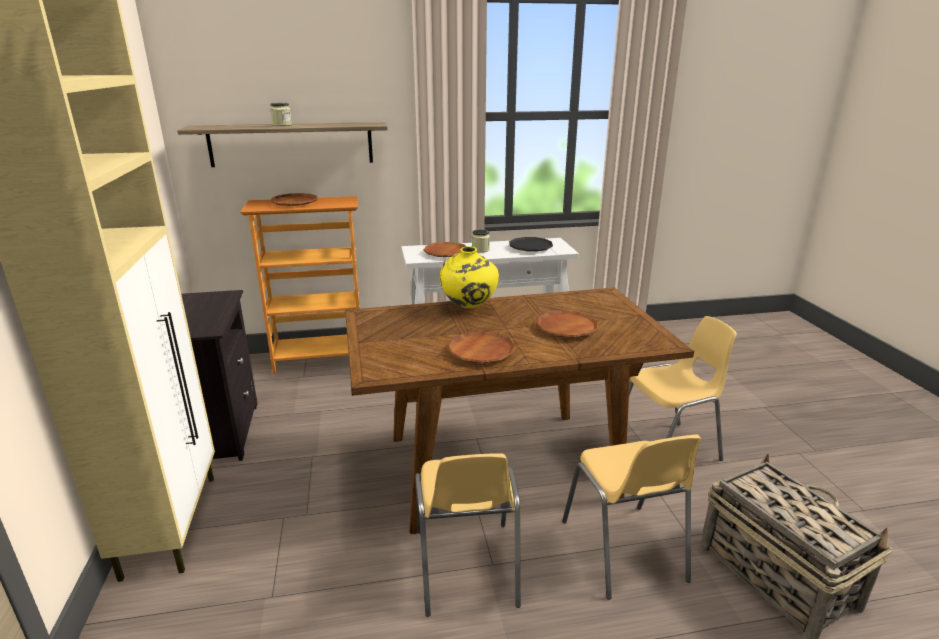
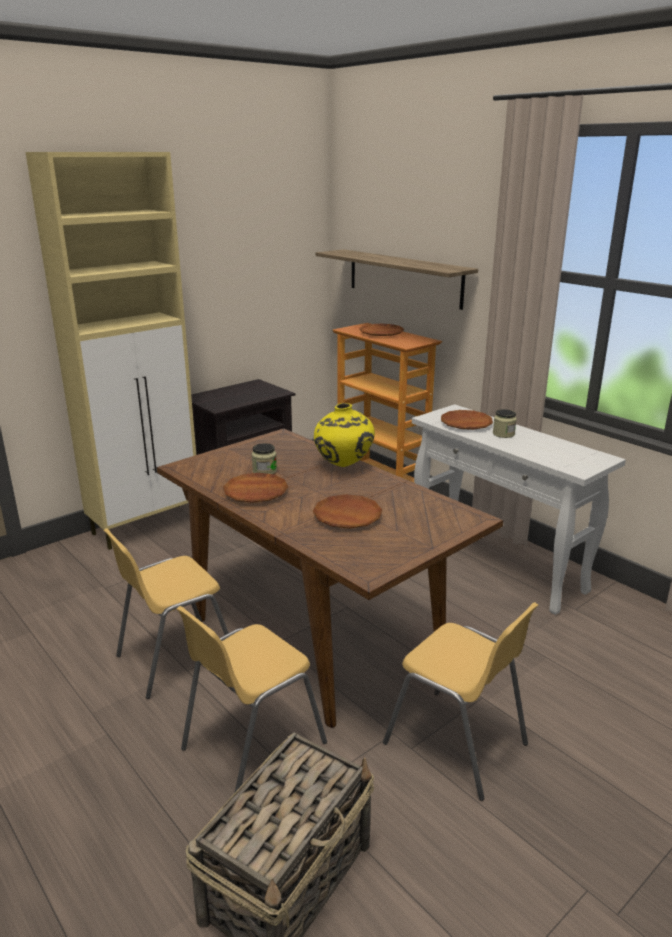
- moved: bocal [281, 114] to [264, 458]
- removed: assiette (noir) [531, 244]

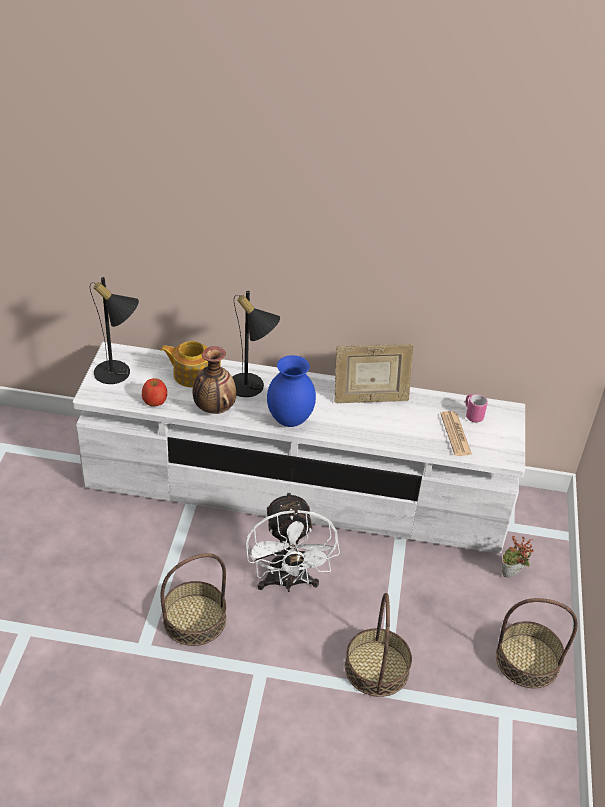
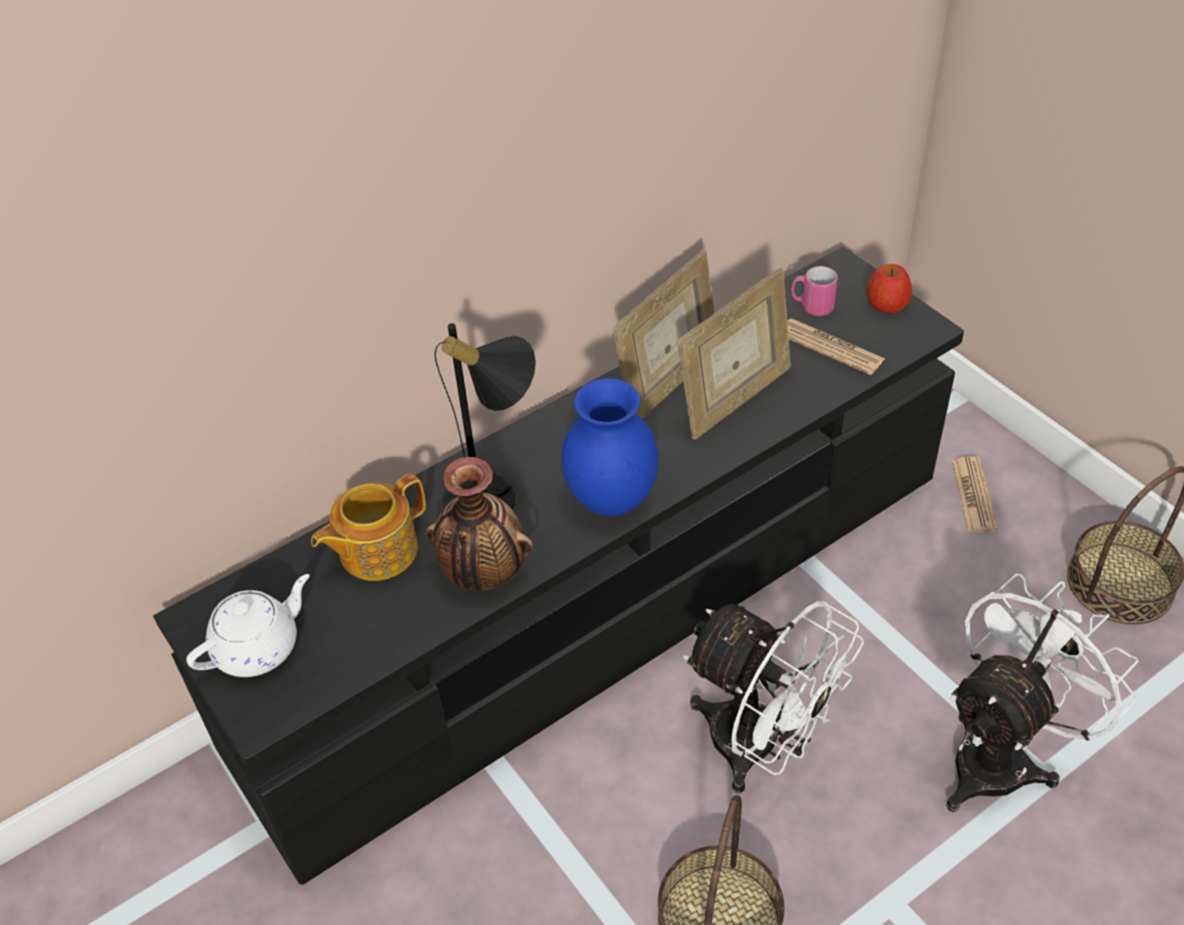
- recoloured: meuble télé (blanc) [299, 448] to meuble télé (noir) [558, 565]
- replaced: lampe de table (noir) [114, 330] to théière (blanc) [248, 625]
- added: cadre photo [734, 353]
- moved: pomme [154, 392] to [889, 289]
- replaced: panier [378, 645] to ventilateur (blanc) [1042, 693]
- replaced: plante en pot [518, 557] to journal [975, 494]

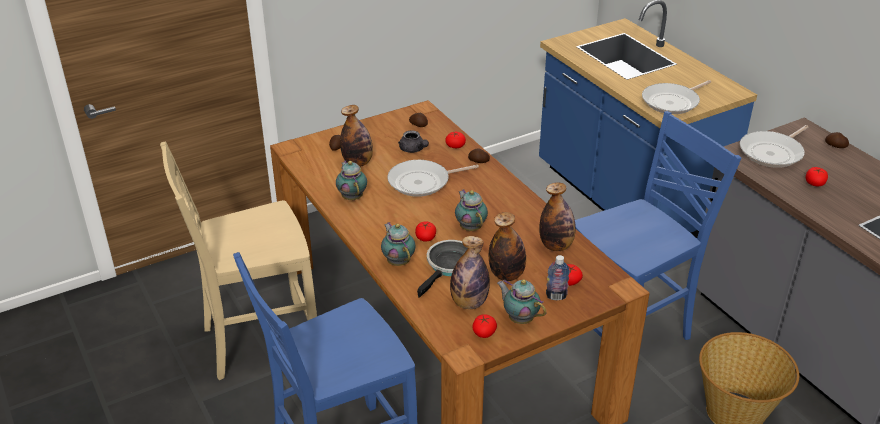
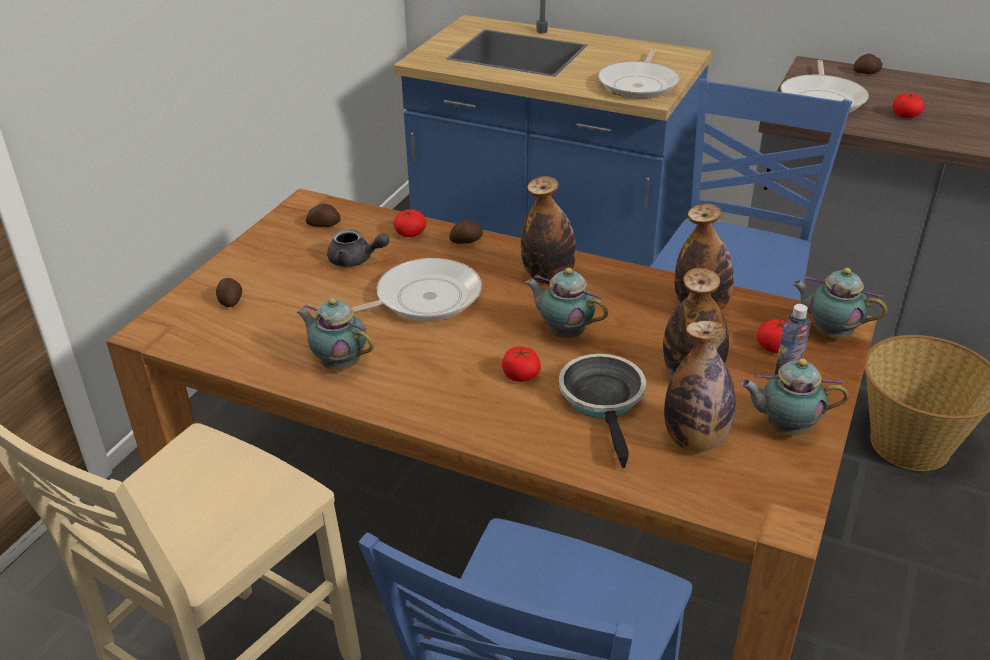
- turned: poêle [433, 178] = [417, 289] 150 degrees counterclockwise
- moved: bouteille [356, 136] to [548, 230]
- moved: théière [398, 244] to [839, 303]
- removed: tomate [484, 326]

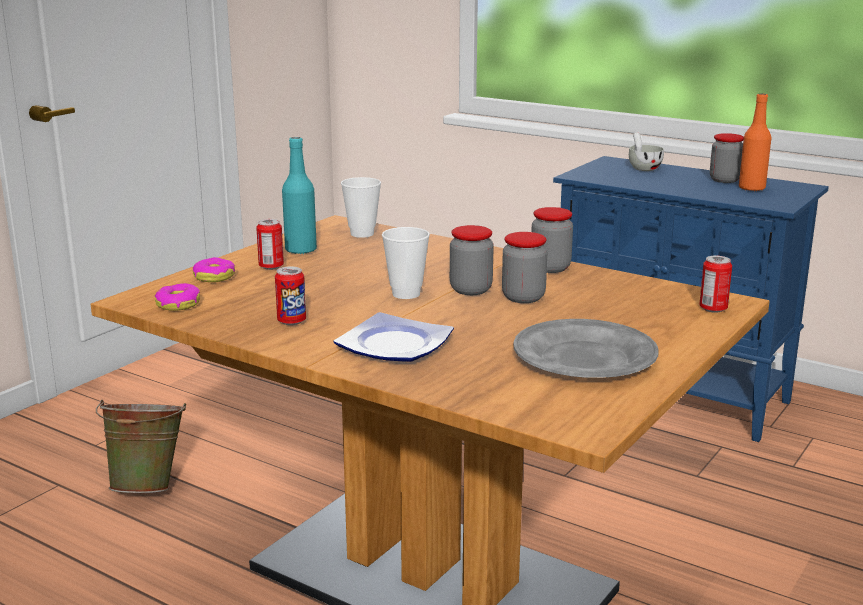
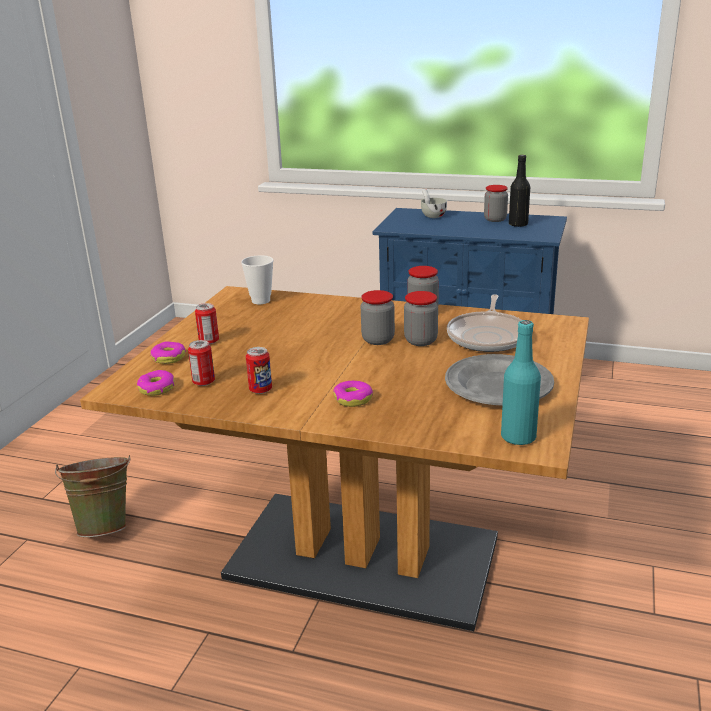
- moved: boîte métallique [715, 284] to [201, 363]
- replaced: assiette [394, 337] to beignet [353, 394]
- added: poêle [484, 323]
- moved: bouteille (turquoise) [299, 195] to [521, 382]
- recoloured: bouteille (orange) [755, 142] to bouteille (noir) [519, 191]
- removed: tasse [406, 263]

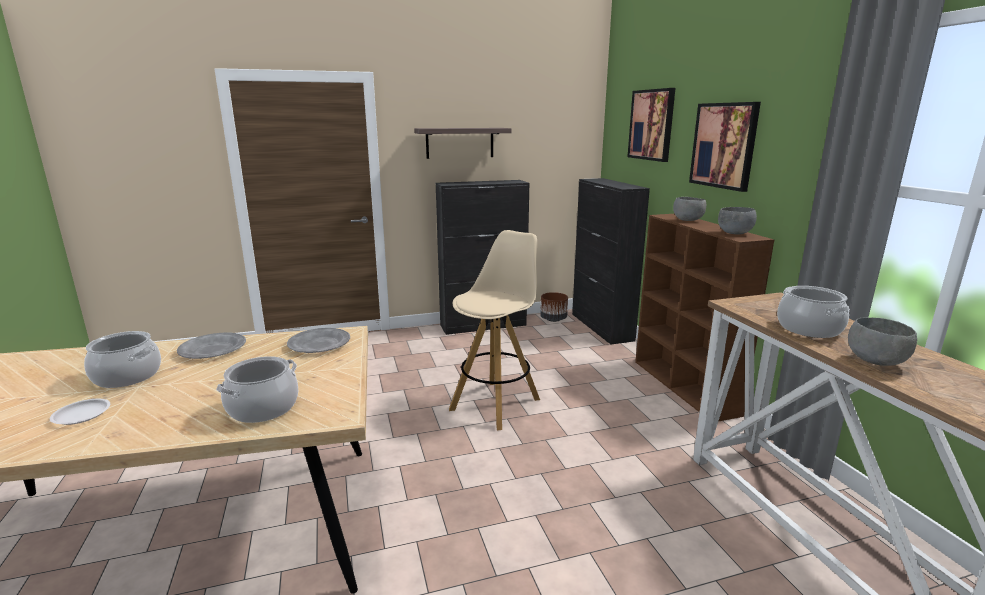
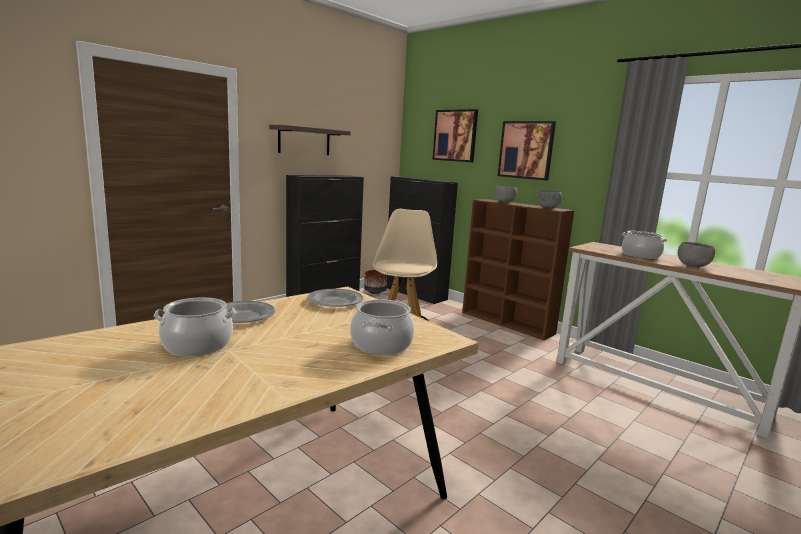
- removed: assiette (blanc) [80, 412]

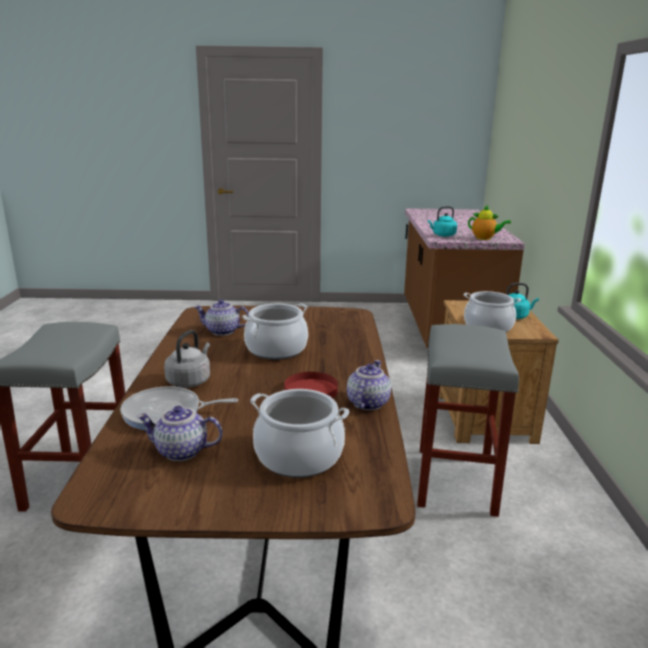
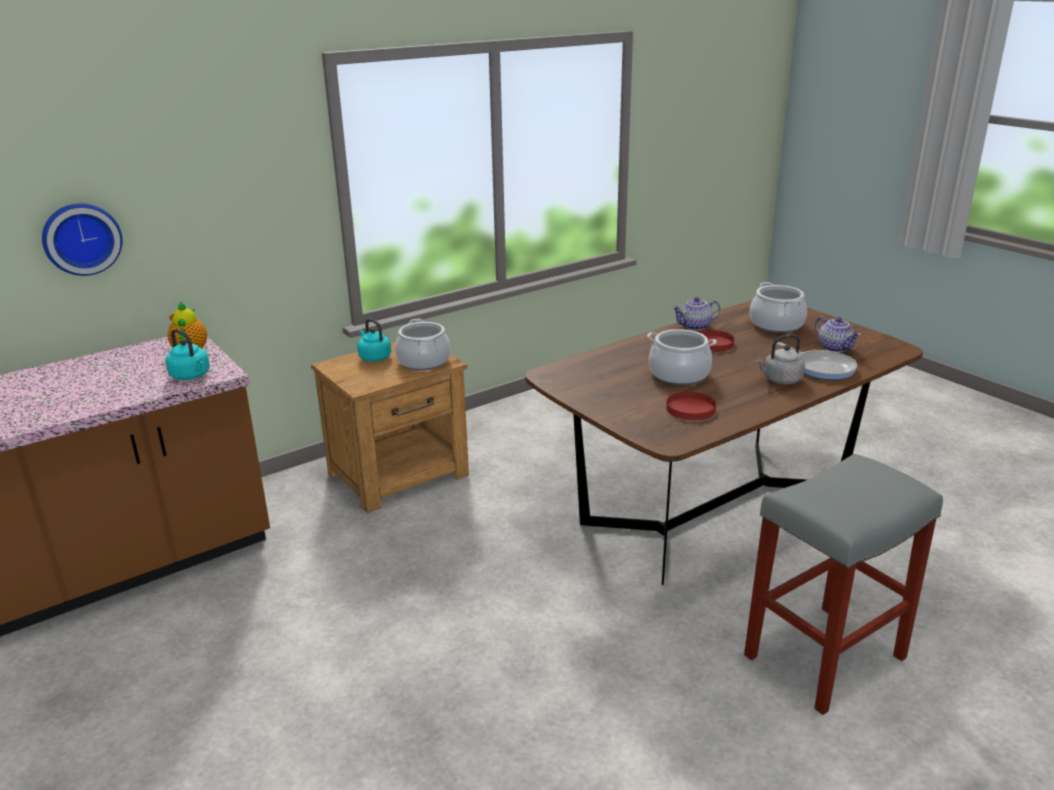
- added: horloge murale [82, 239]
- replaced: théière [222, 317] to assiette (rouge) [691, 406]
- removed: tabouret (gris) [468, 420]

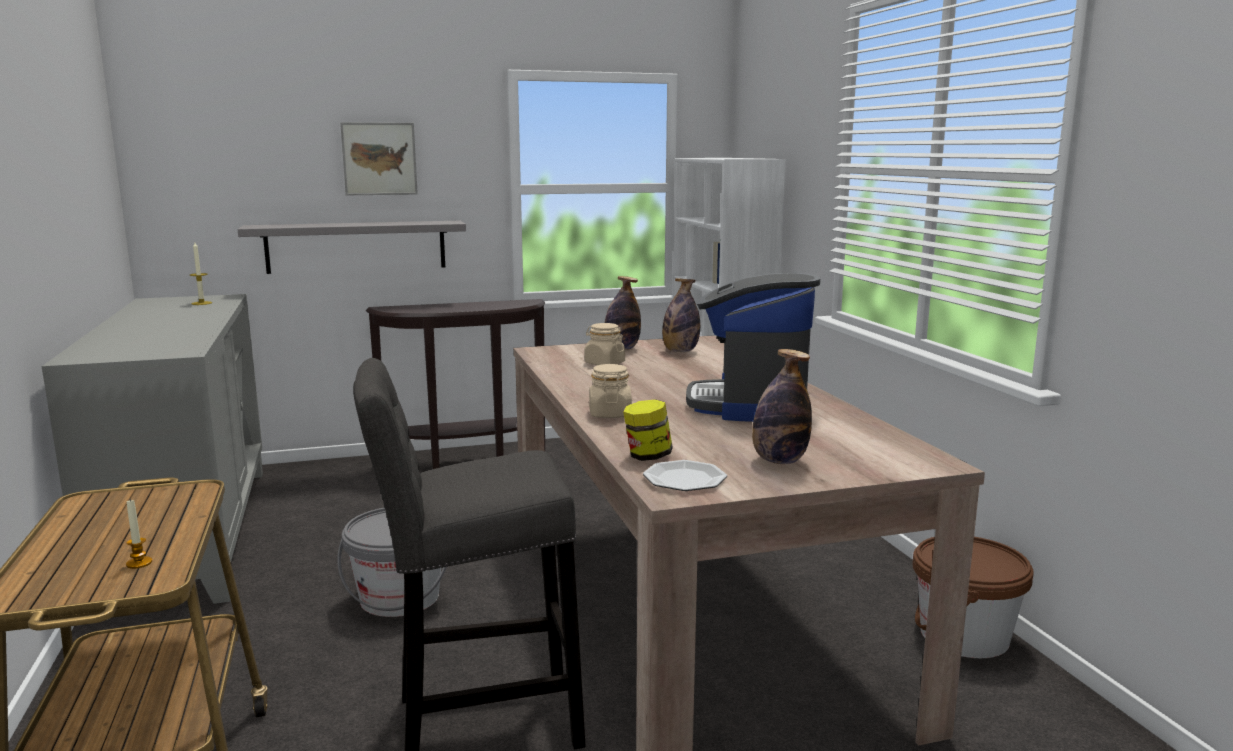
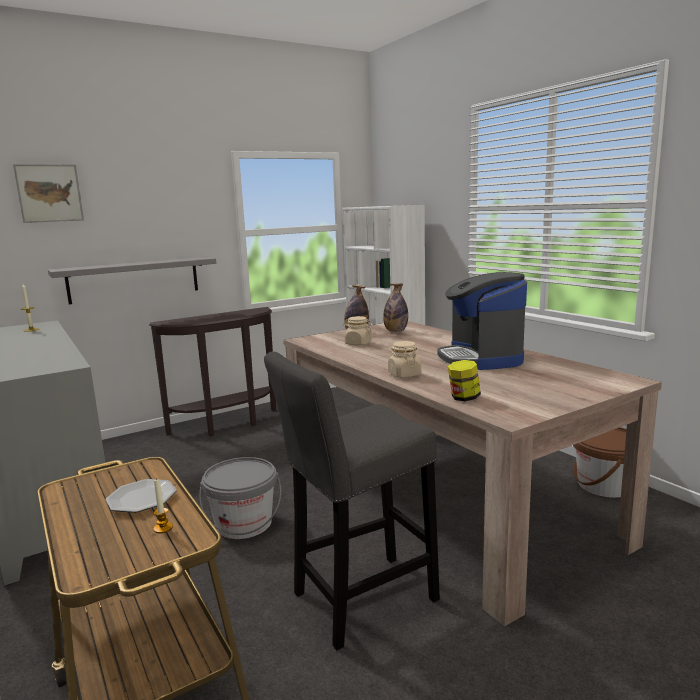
- moved: tableau [379, 158] to [48, 193]
- moved: assiette [685, 475] to [141, 496]
- removed: bouteille [782, 406]

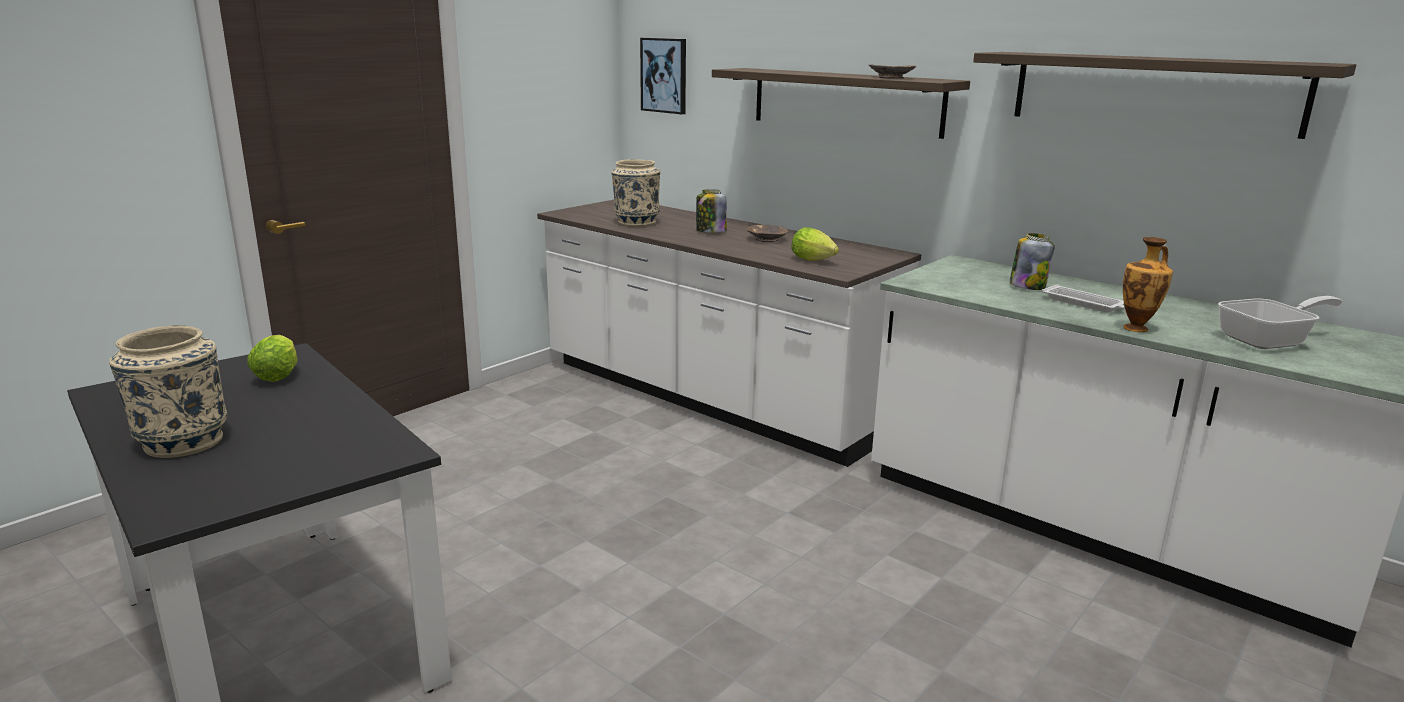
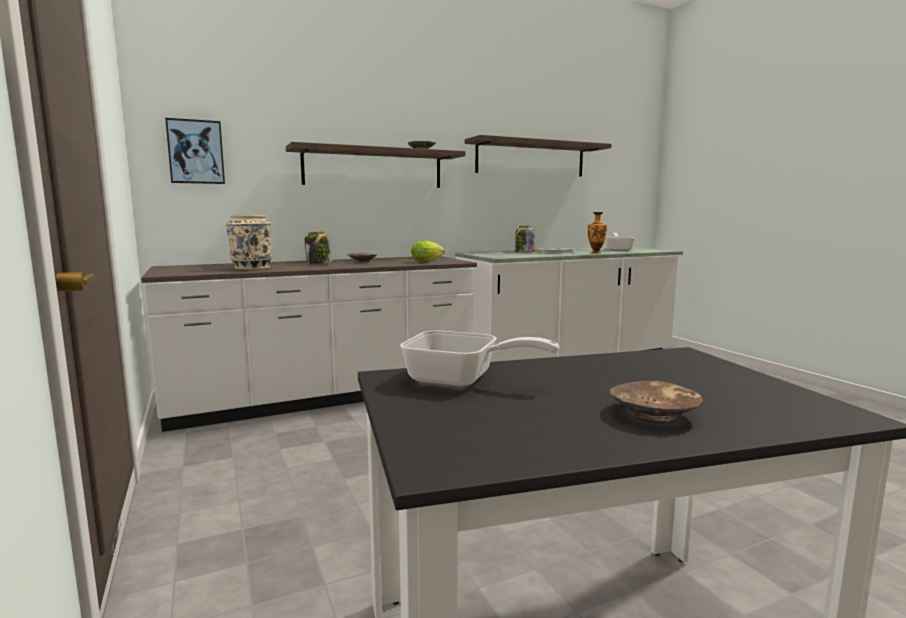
- replaced: laitue [272, 358] to poêle [480, 359]
- replaced: vase (beige) [168, 391] to bol (marron) [656, 402]

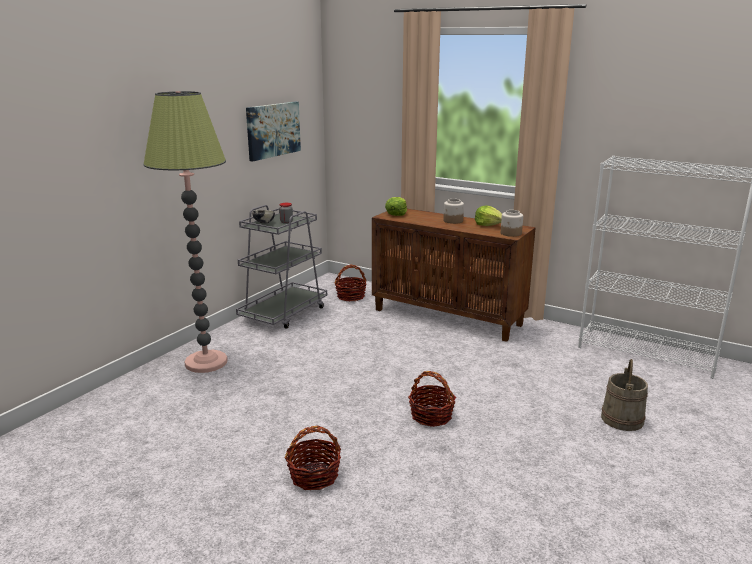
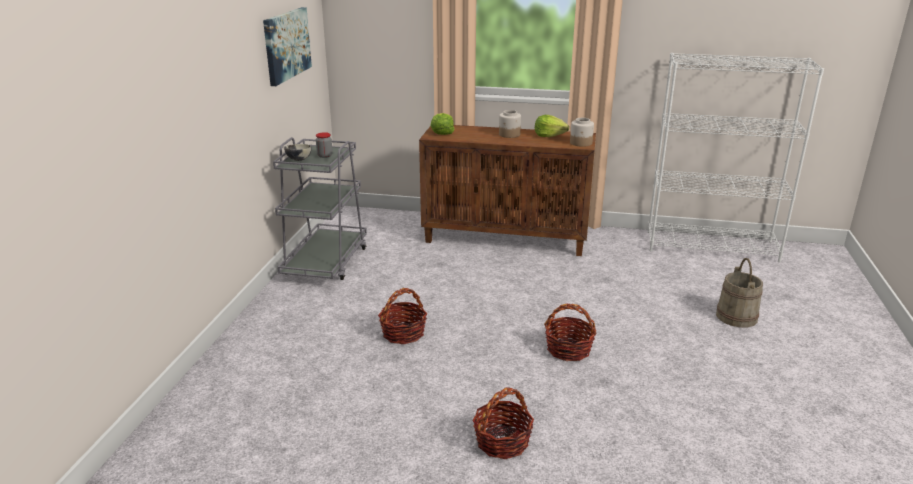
- moved: panier [351, 283] to [402, 316]
- removed: lampadaire [185, 232]

